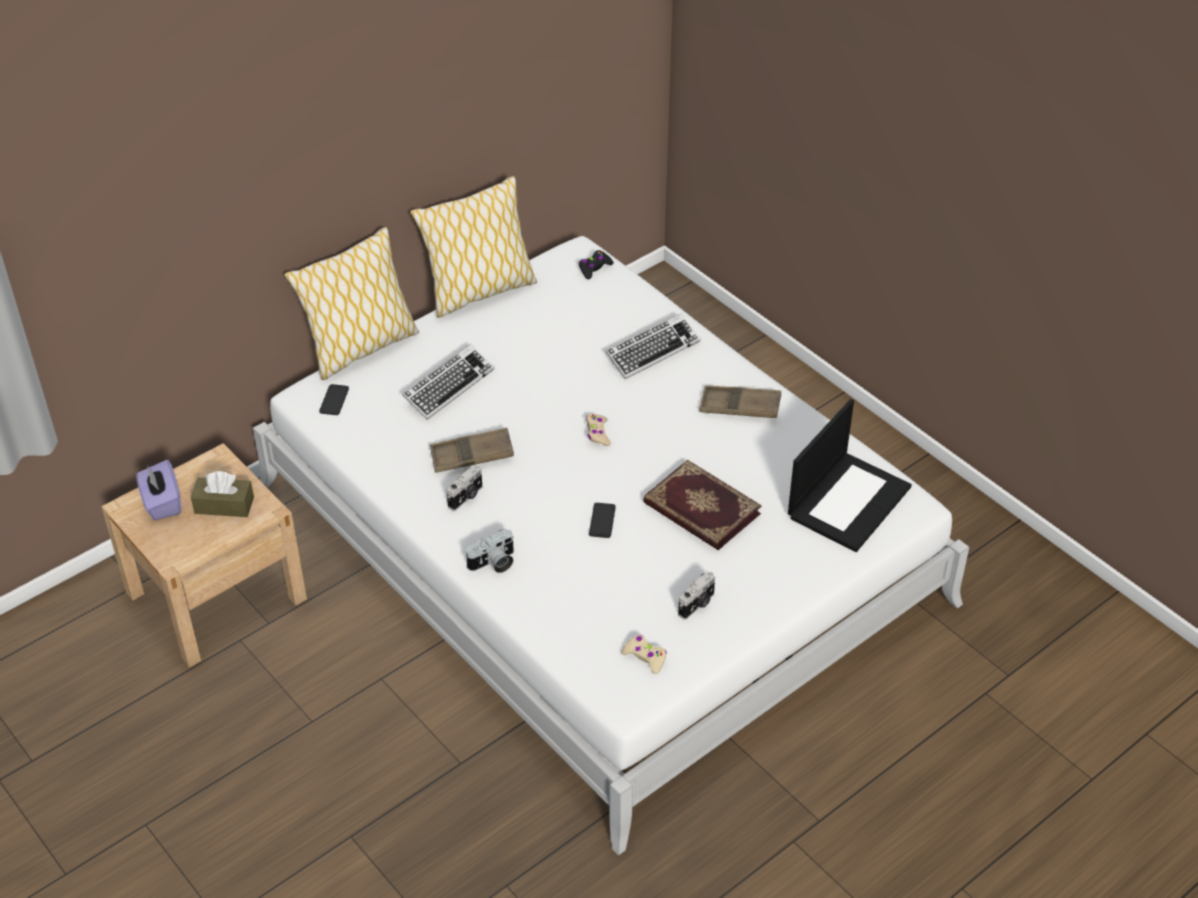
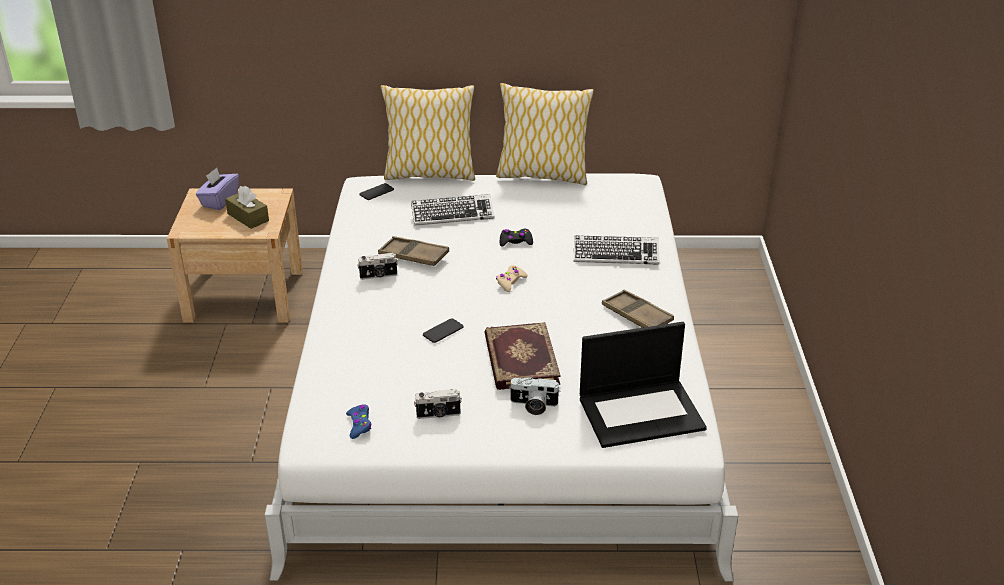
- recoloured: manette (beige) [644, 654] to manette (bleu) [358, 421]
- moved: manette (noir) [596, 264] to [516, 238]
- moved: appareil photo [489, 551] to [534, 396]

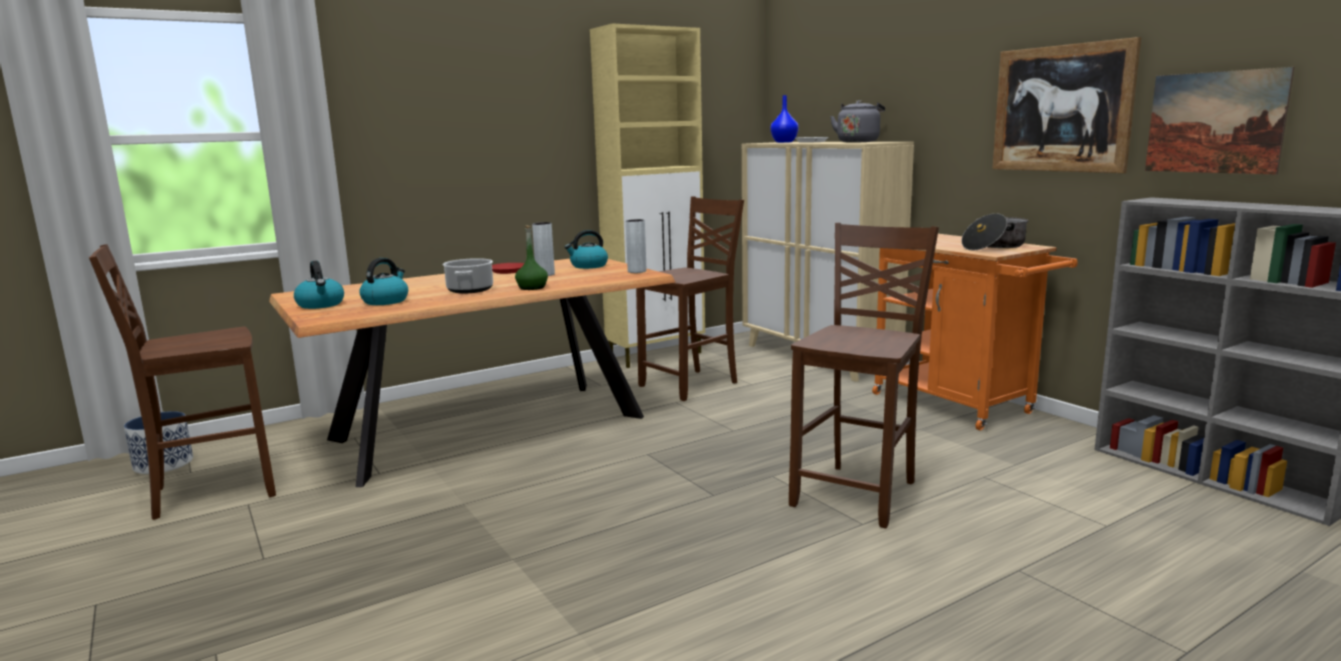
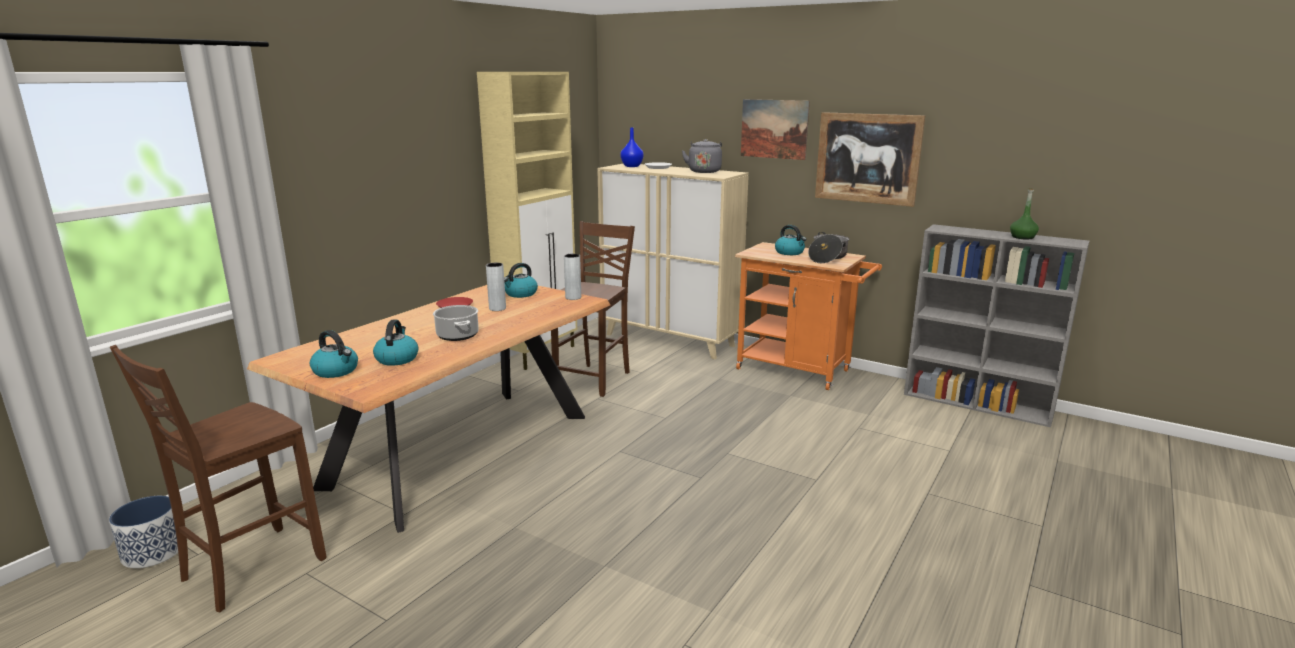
- moved: tableau [1219, 121] to [775, 129]
- added: bouilloire [790, 240]
- moved: bouteille (vert) [531, 258] to [1024, 213]
- removed: chaise (marron) [864, 376]

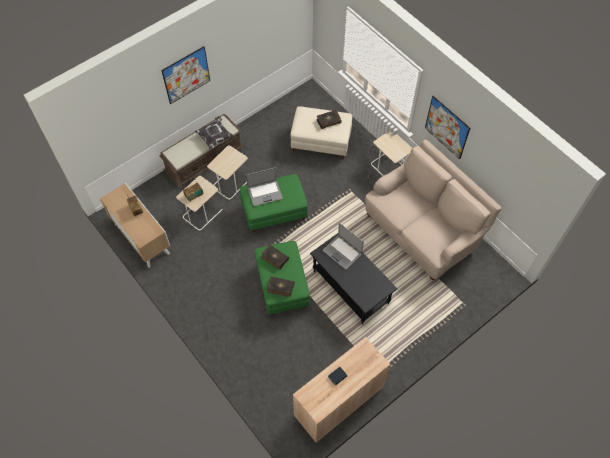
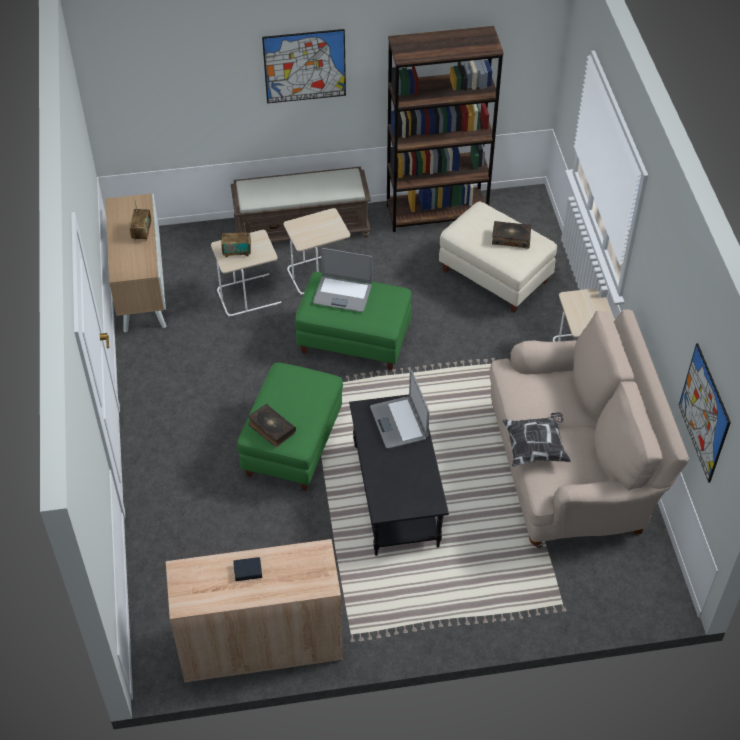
- added: bibliothèque (marron) [445, 129]
- moved: coussin [214, 133] to [536, 439]
- moved: tableau [447, 127] to [705, 413]
- removed: livre [275, 257]

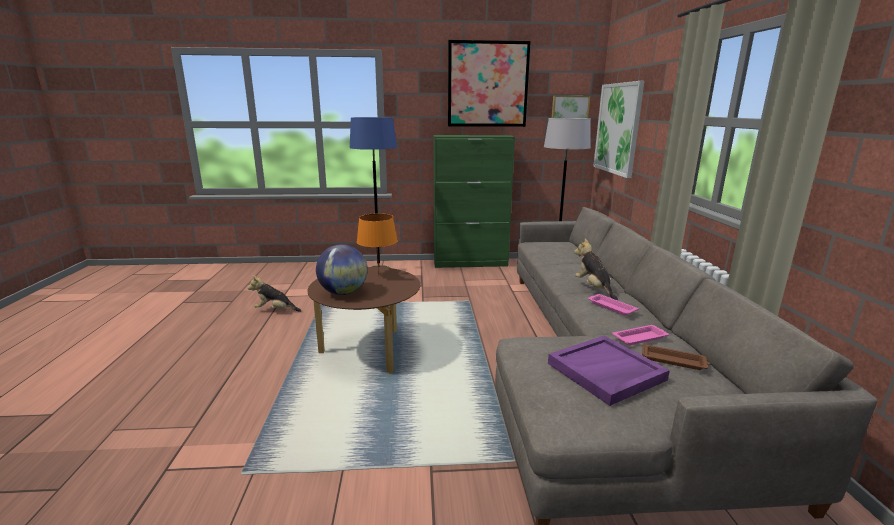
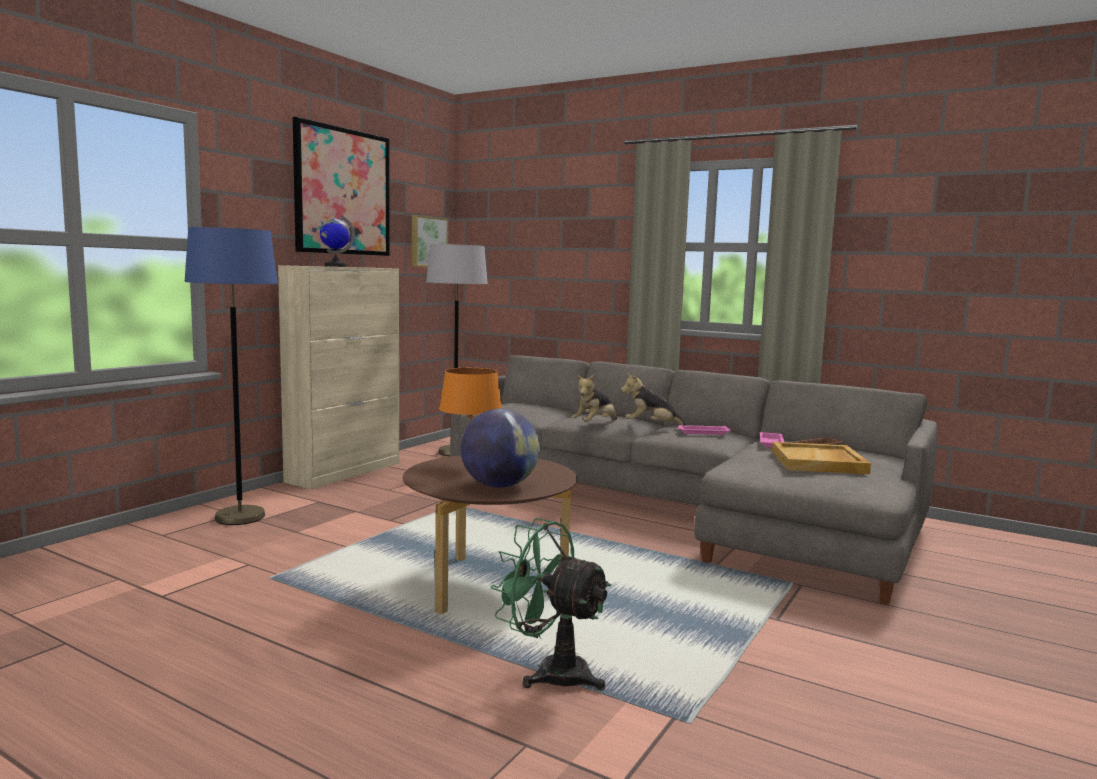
- recoloured: meuble de rangement (vert) [474, 201] to meuble de rangement (beige) [338, 377]
- added: globe [337, 241]
- added: ventilateur (vert) [551, 604]
- moved: peluche [274, 293] to [594, 398]
- recoloured: plateau (violet) [609, 371] to plateau (beige) [821, 458]
- removed: tableau [618, 129]

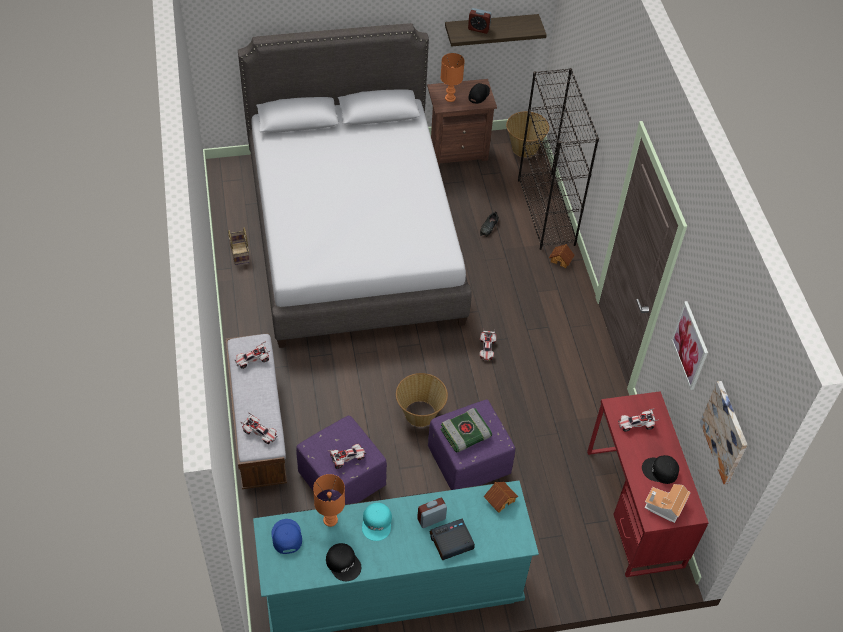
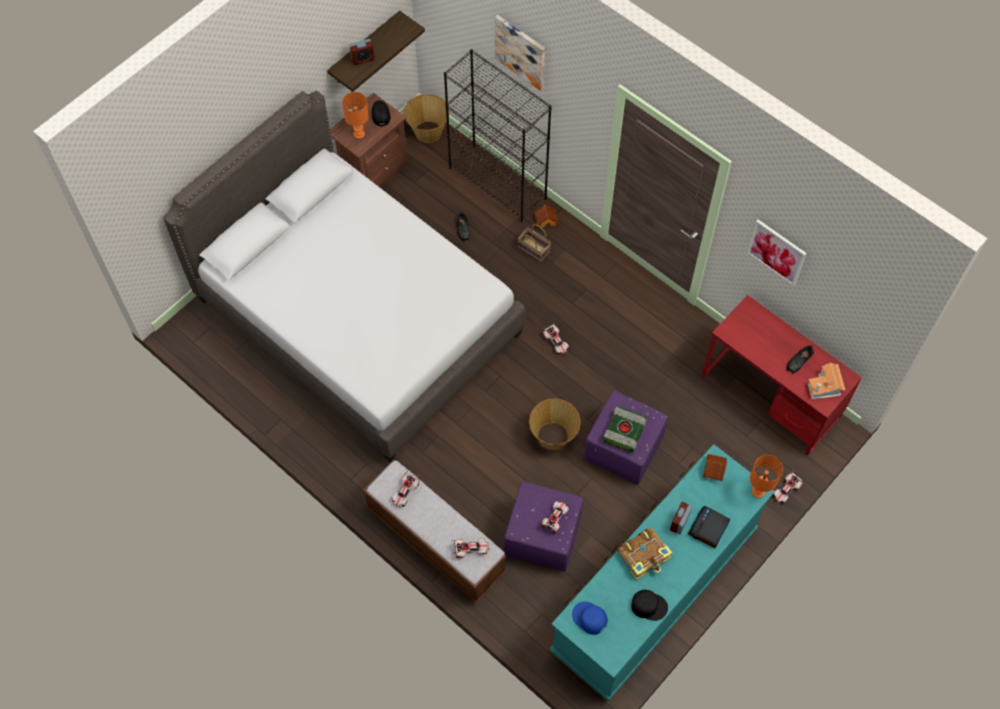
- moved: tableau [723, 432] to [520, 53]
- moved: panier [239, 246] to [534, 243]
- replaced: casquette (turquoise) [377, 522] to livre [645, 553]
- moved: lampe de table (orange) [329, 500] to [766, 476]
- moved: petite voiture [638, 420] to [788, 488]
- replaced: casquette (noir) [660, 469] to chaussure (noir) [800, 359]

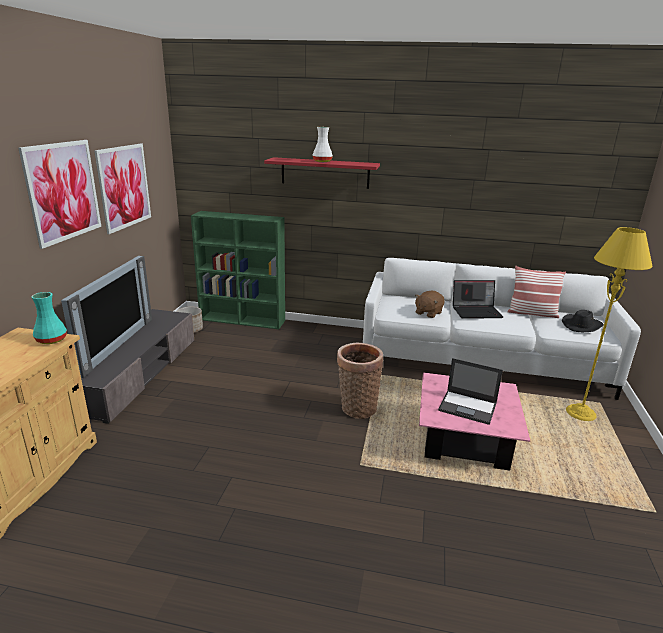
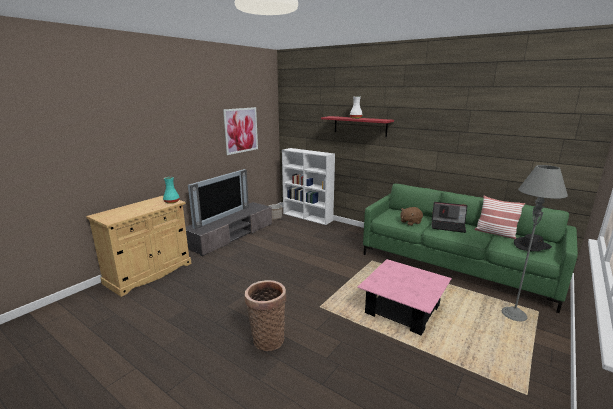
- moved: panier [360, 381] to [265, 315]
- recoloured: bibliothèque (vert) [238, 270] to bibliothèque (blanc) [308, 186]
- recoloured: canapé (blanc) [502, 329] to canapé (vert) [470, 248]
- recoloured: lampadaire (jaune) [609, 324] to lampadaire (gris) [534, 243]
- removed: tableau [59, 194]
- removed: ordinateur portable [470, 391]

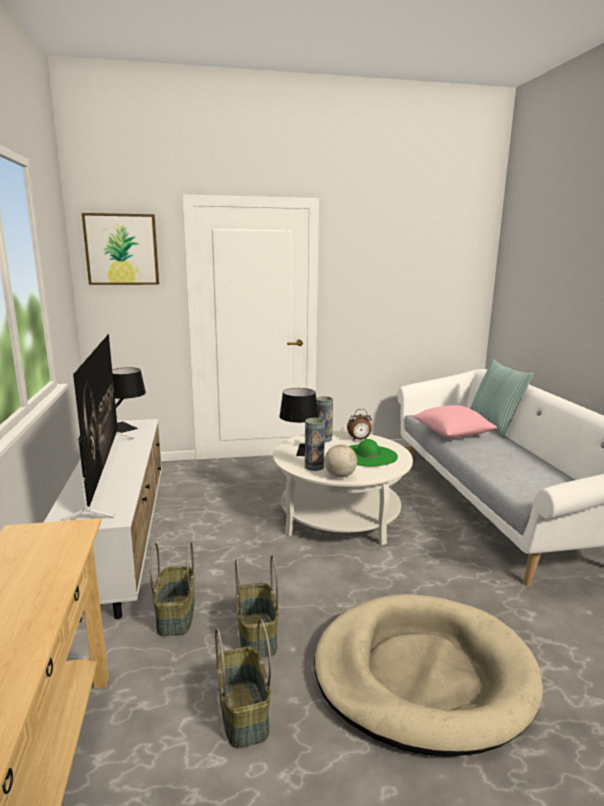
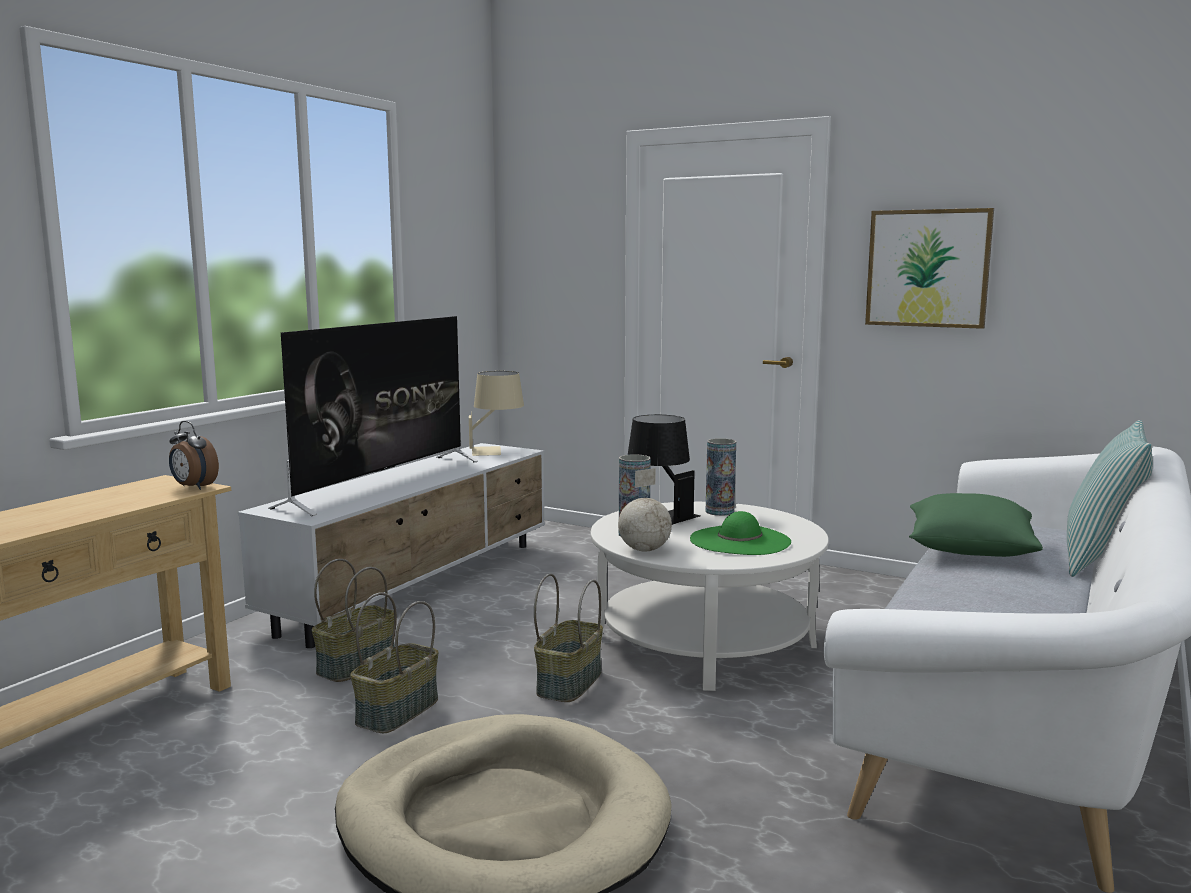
- moved: réveil [359, 424] to [194, 455]
- recoloured: lampe de table (noir) [129, 400] to lampe de table (beige) [496, 413]
- moved: panier [243, 684] to [568, 637]
- moved: tableau [120, 249] to [929, 268]
- recoloured: coussin (rose) [454, 421] to coussin (vert) [976, 525]

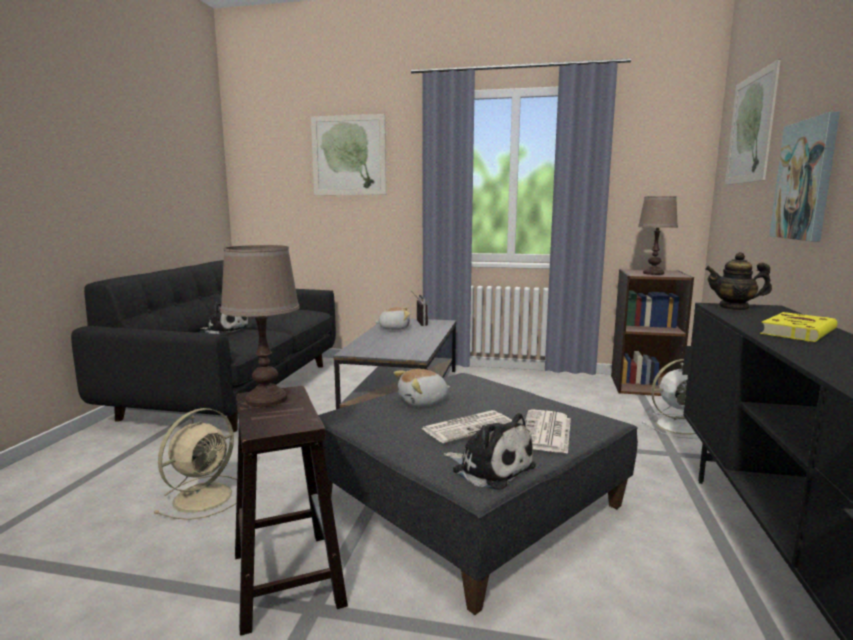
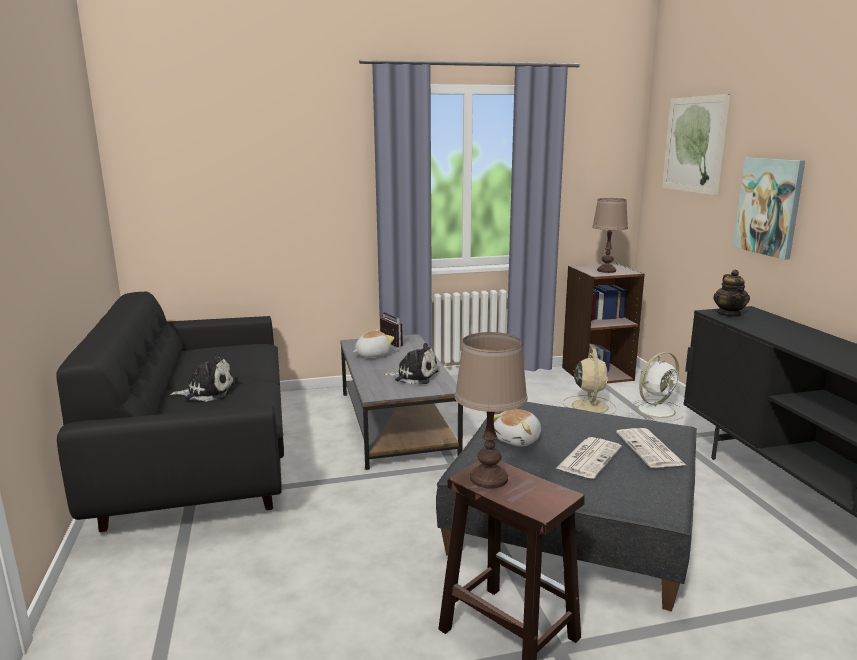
- moved: peluche [490, 451] to [410, 364]
- moved: ventilateur (beige) [195, 464] to [589, 381]
- turned: théière [738, 281] = [731, 293] 75 degrees counterclockwise
- removed: tableau [348, 154]
- removed: livre (jaune) [799, 327]

